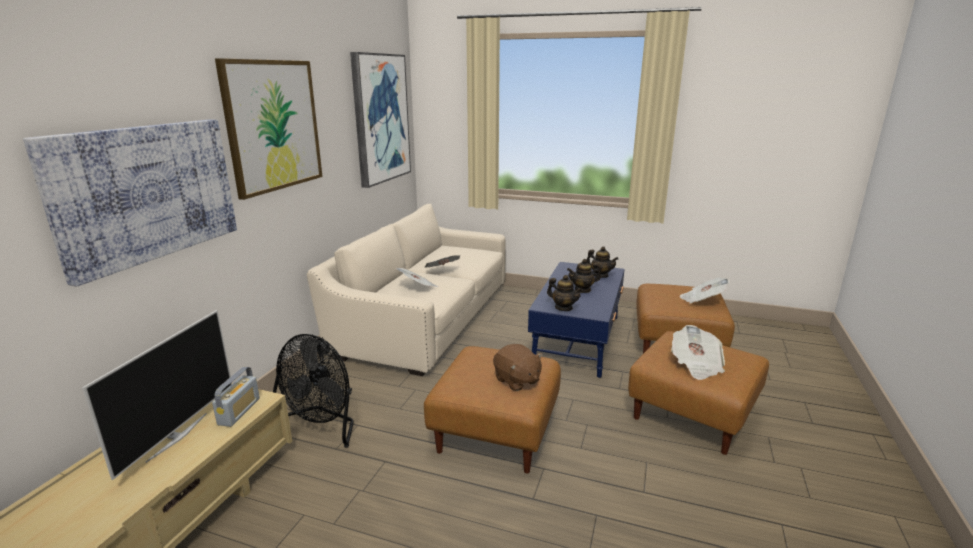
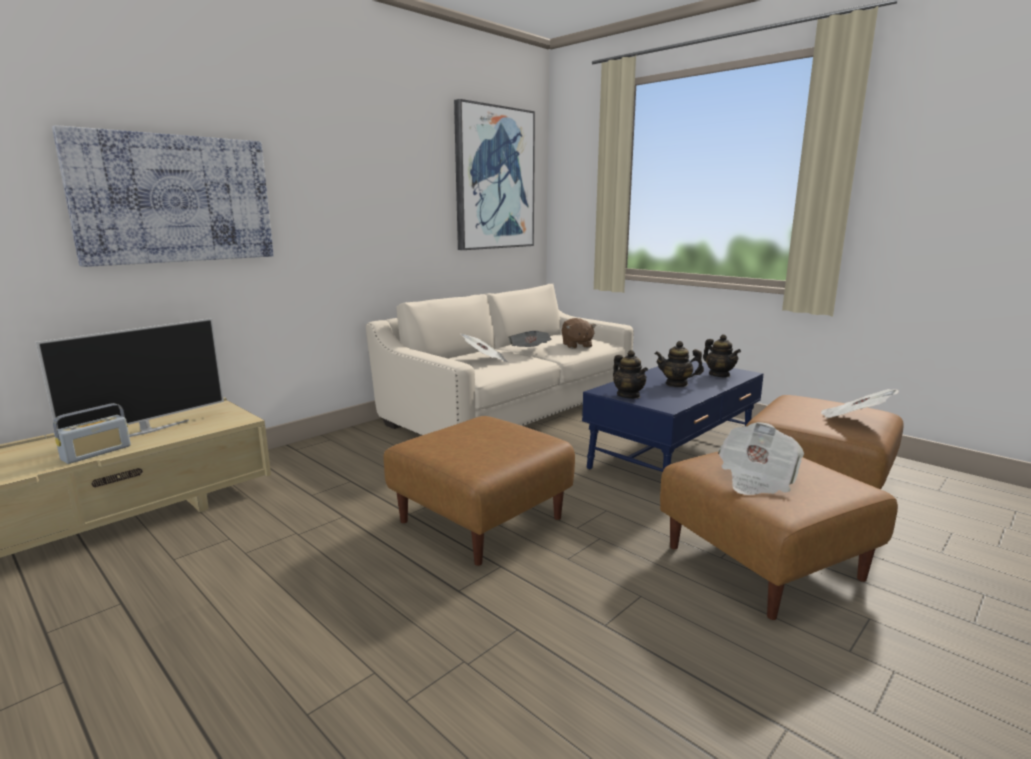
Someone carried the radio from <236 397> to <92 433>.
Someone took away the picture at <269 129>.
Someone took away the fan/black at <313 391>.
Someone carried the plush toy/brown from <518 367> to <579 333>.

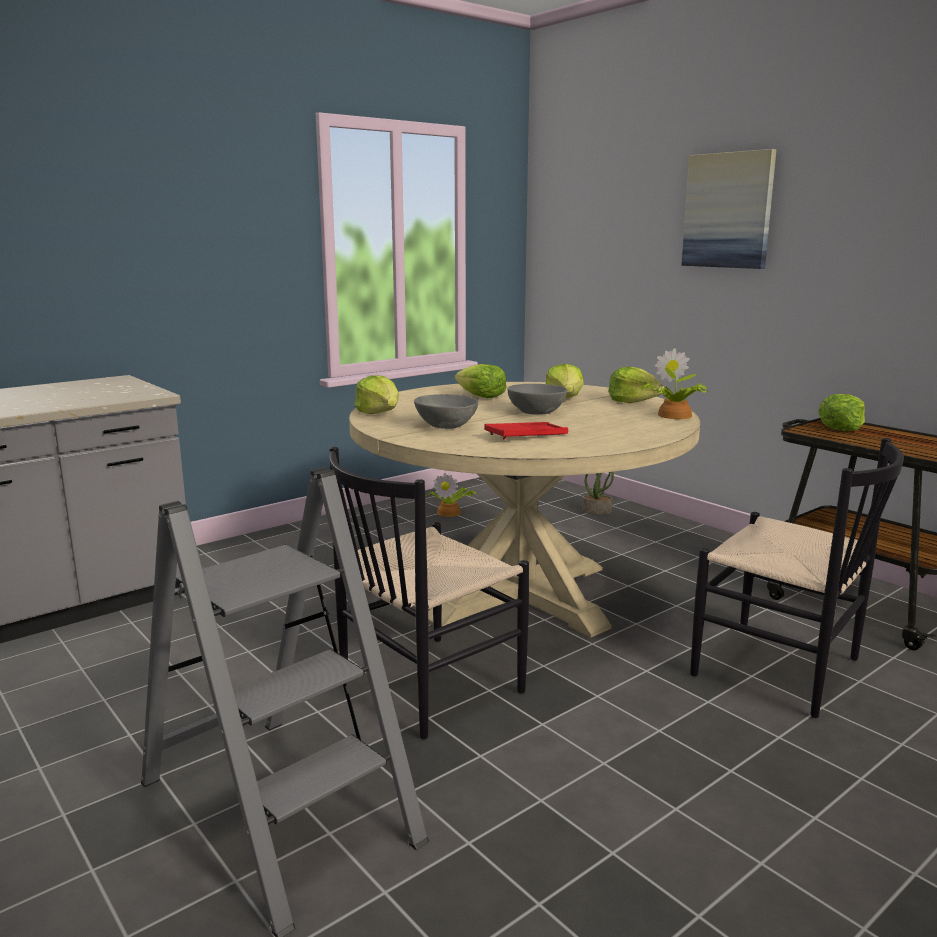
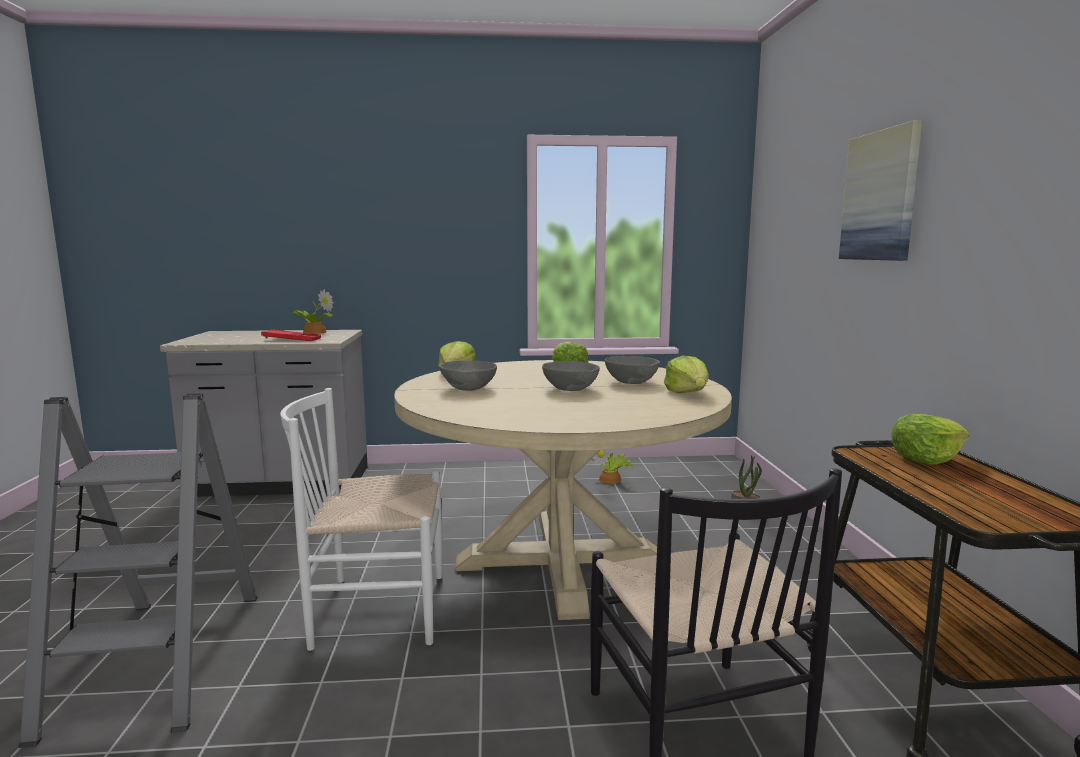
Someone repainted the chair/black at <429 593>, which became the chair/white at <361 519>.
Someone carried the tray/red from <526 431> to <291 335>.
Someone swapped the lettuce at <565 381> for the bowl/grey at <632 370>.
Someone carried the potted plant from <674 383> to <313 311>.

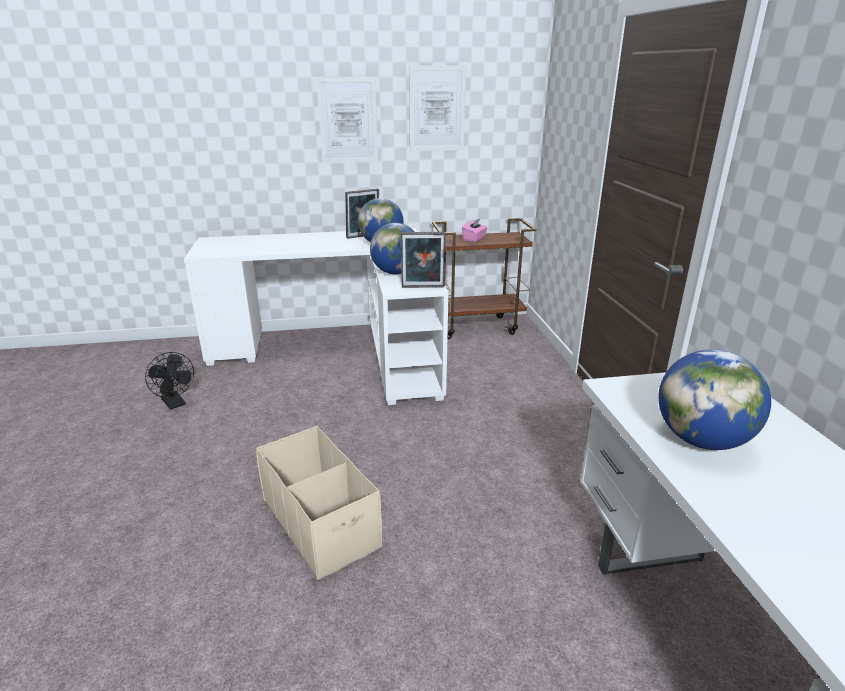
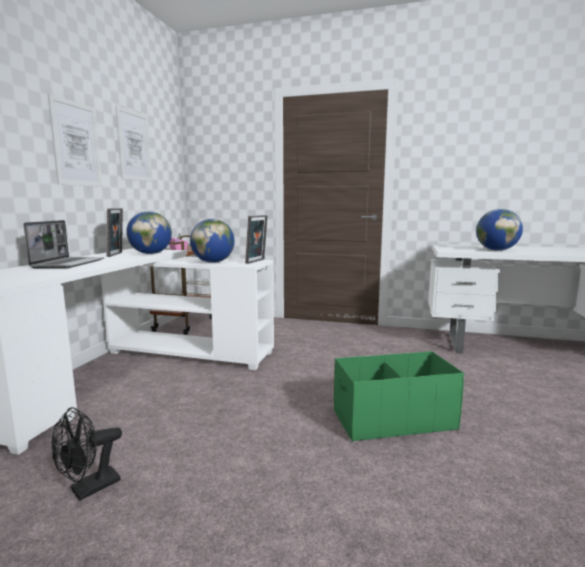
Someone rotated the fan/black at <169 381> by 150 degrees clockwise.
Someone repainted the storage box/beige at <319 503>, which became the storage box/green at <399 396>.
Someone put down the laptop at <63 244>.

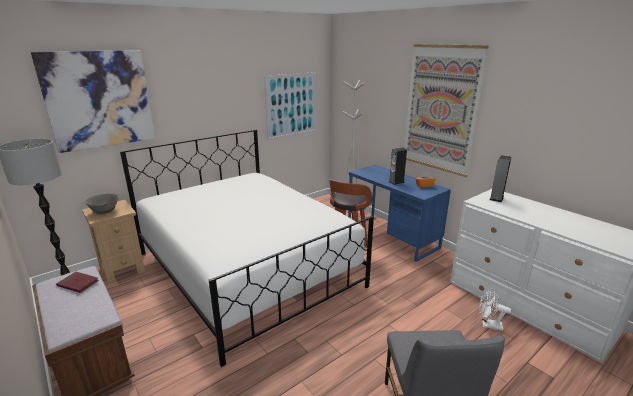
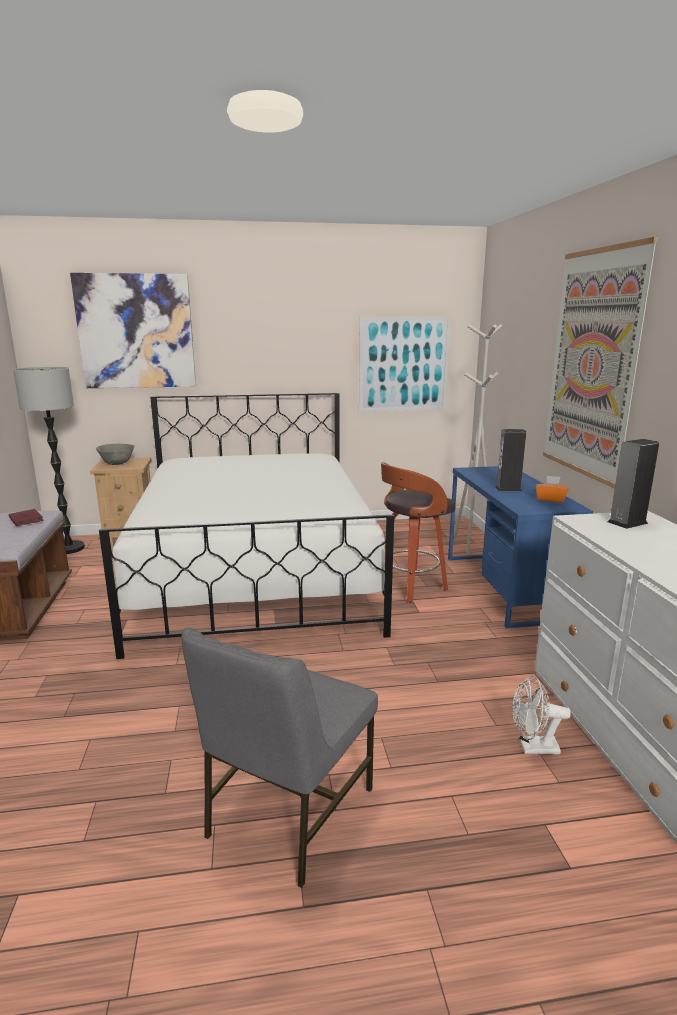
Someone rotated the fan/white at <495 310> by 45 degrees counterclockwise.

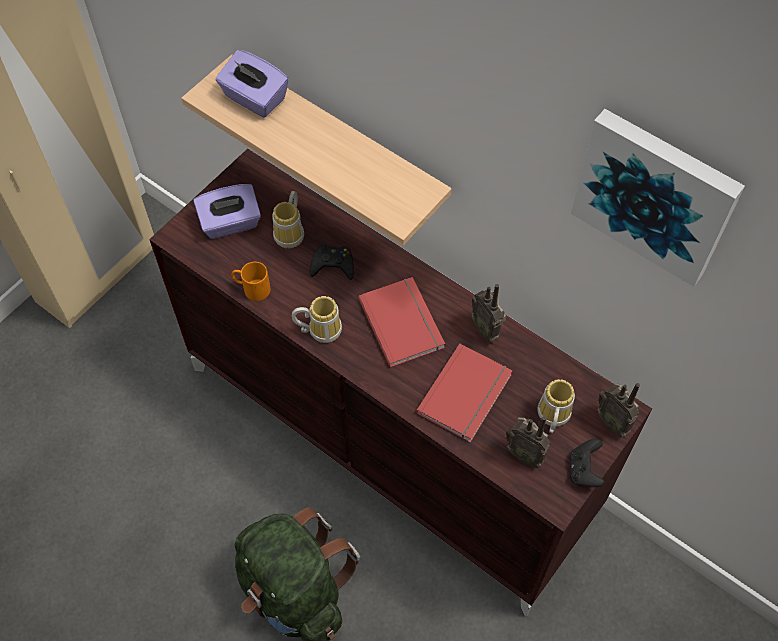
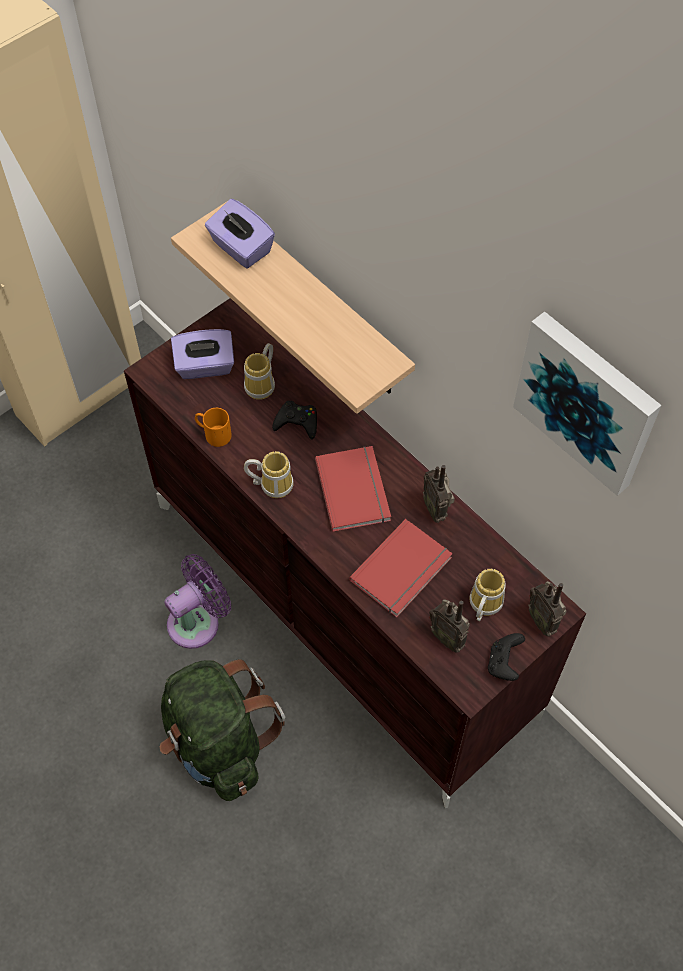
Someone put down the fan/purple at <197 601>.

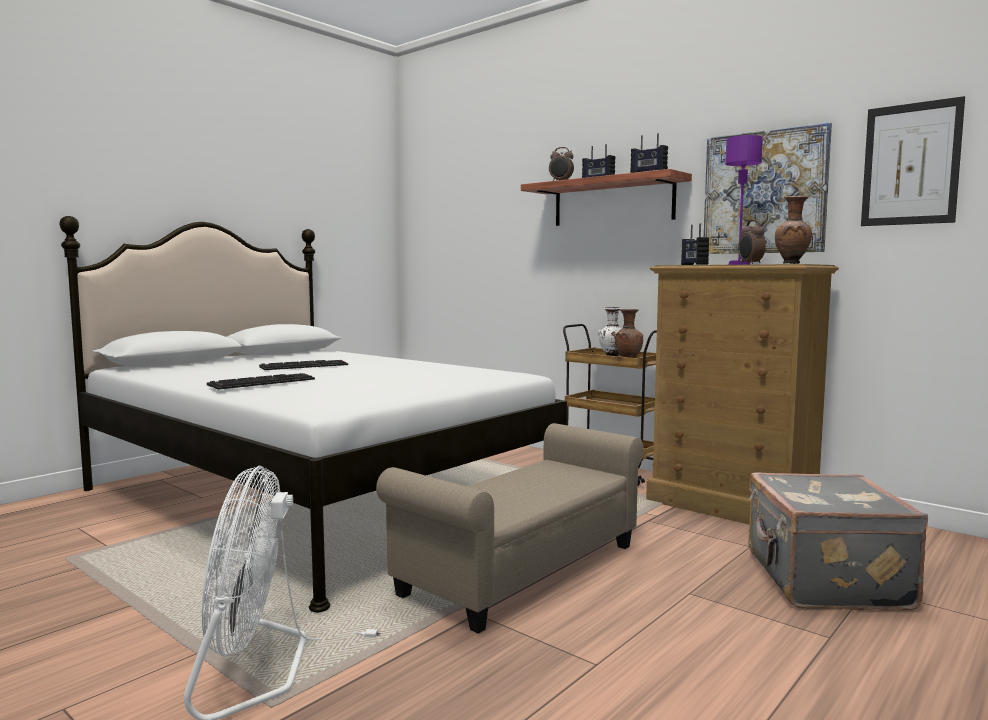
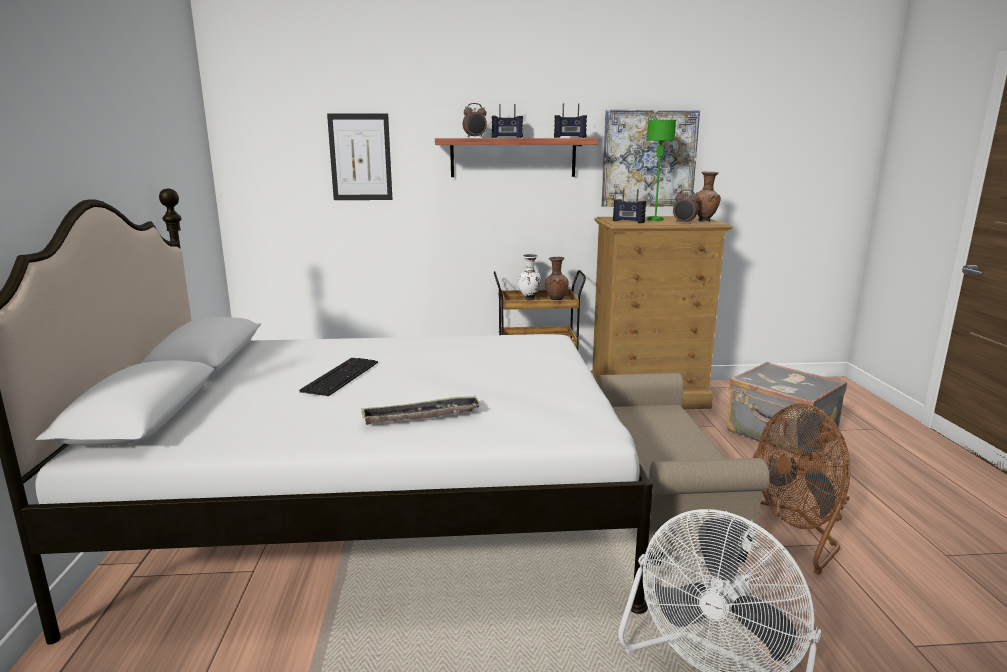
Someone swapped the keyboard at <261 381> for the tray at <421 410>.
Someone repainted the table lamp/purple at <744 200>, which became the table lamp/green at <661 170>.
Someone carried the picture from <913 161> to <360 156>.
Someone put down the fan/brown at <801 489>.

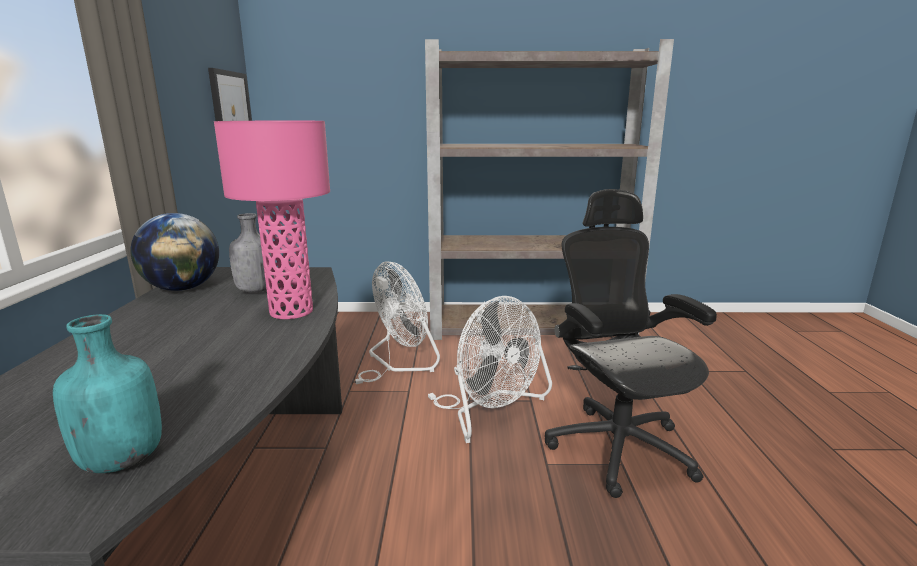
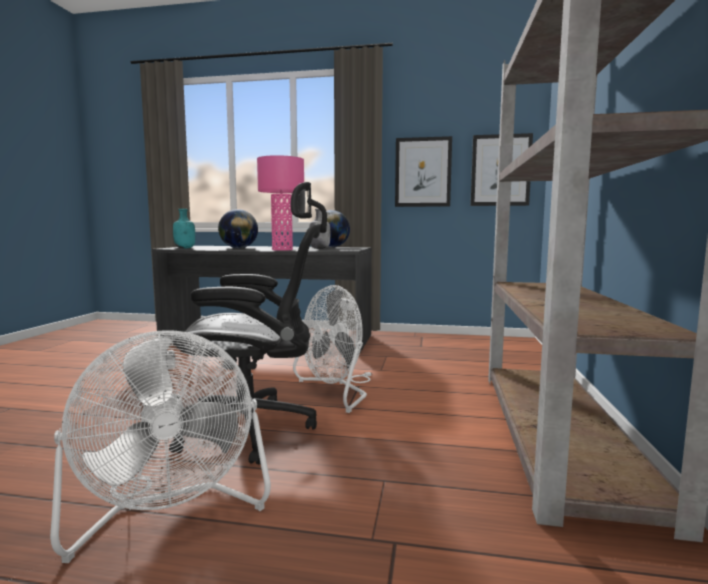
Someone carried the fan/white from <396 322> to <160 446>.
Someone put down the globe at <238 228>.
Someone put up the picture at <423 171>.

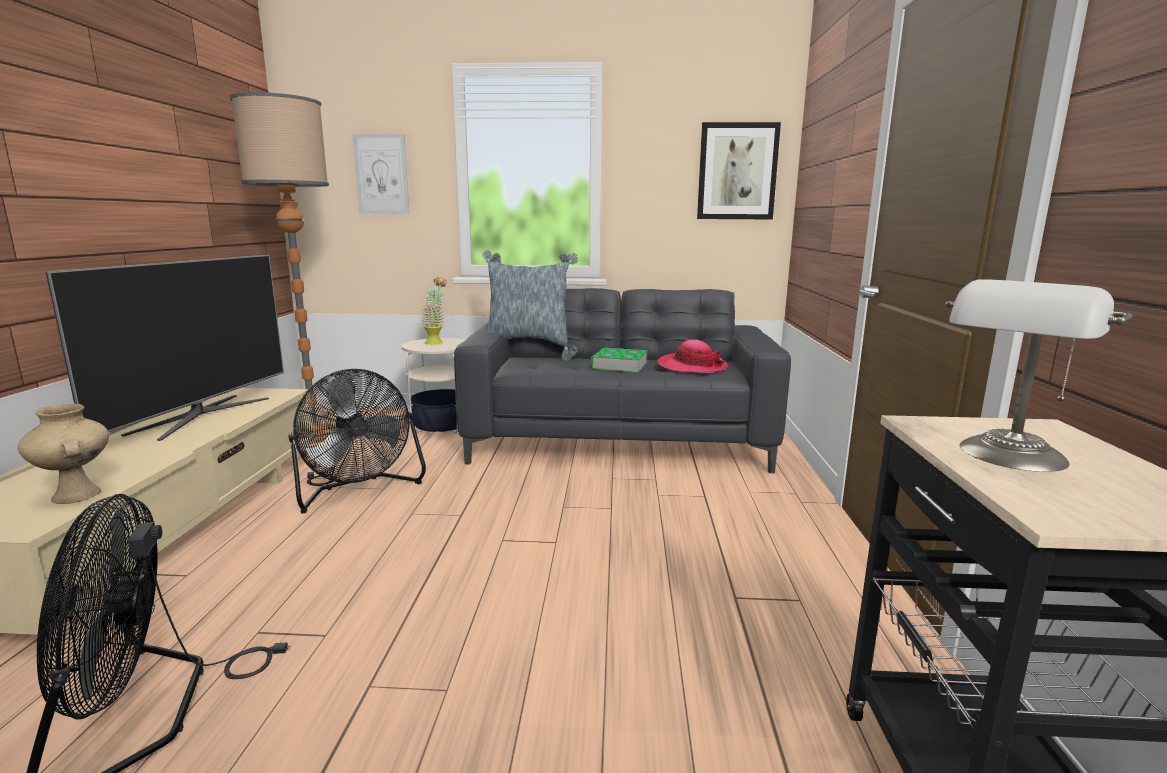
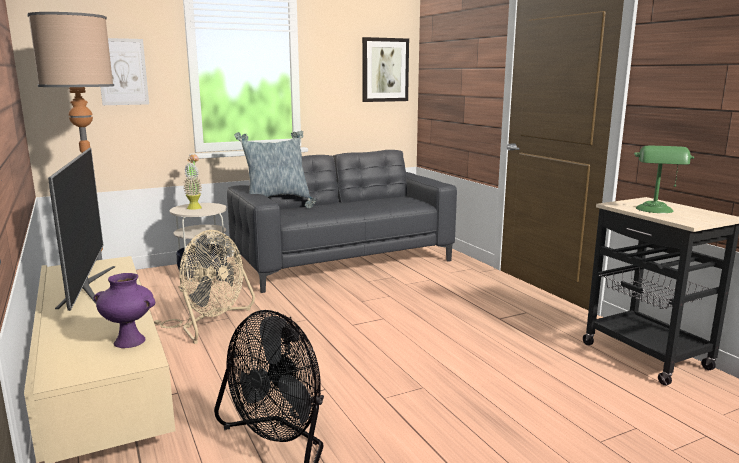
Someone repainted the vase/beige at <63 454>, which became the vase/purple at <124 310>.
Someone repainted the fan/black at <357 441>, which became the fan/beige at <204 287>.
Someone took away the book at <619 360>.
Someone took away the hat at <692 356>.
Someone repainted the table lamp/white at <1039 375>, which became the table lamp/green at <664 179>.

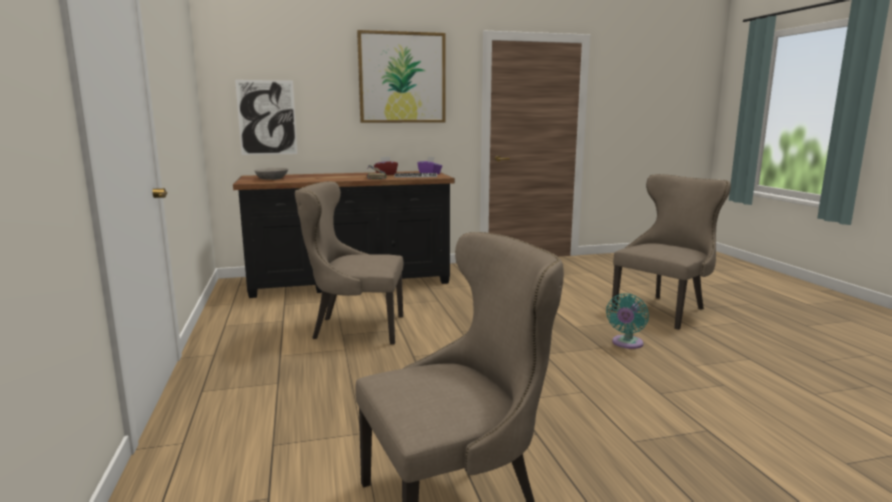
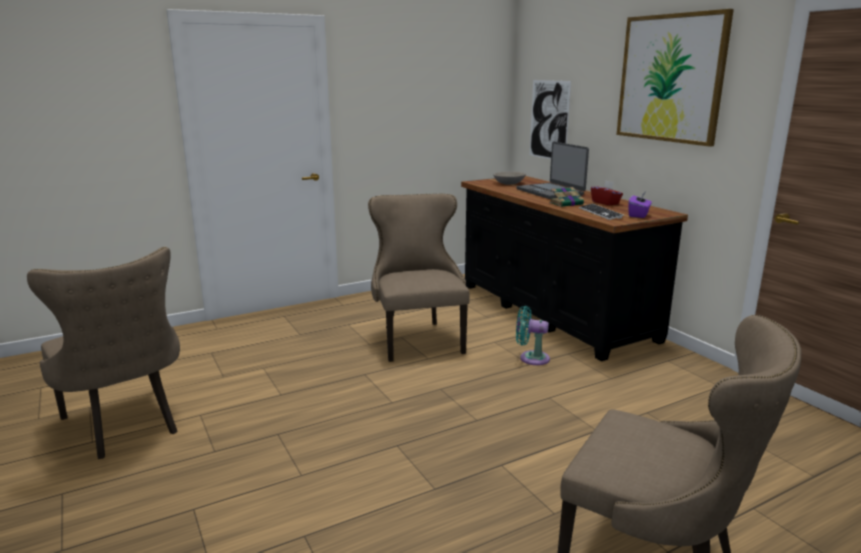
Someone carried the fan/turquoise from <627 321> to <533 335>.
Someone put down the laptop at <552 170>.

